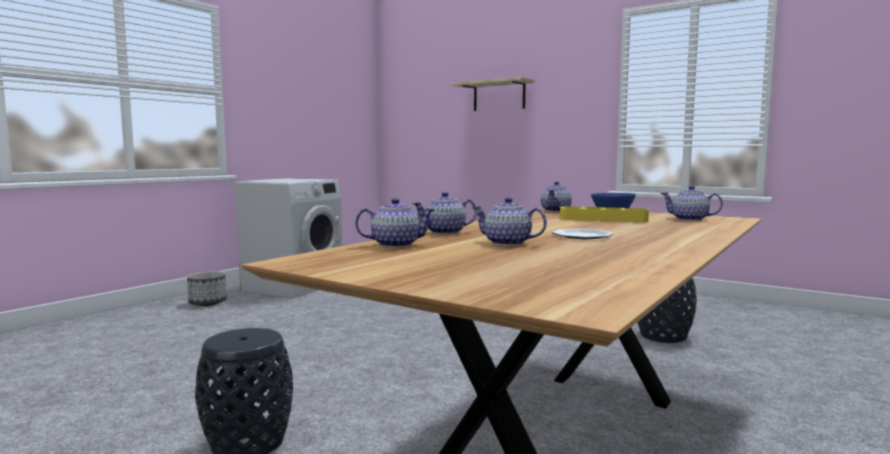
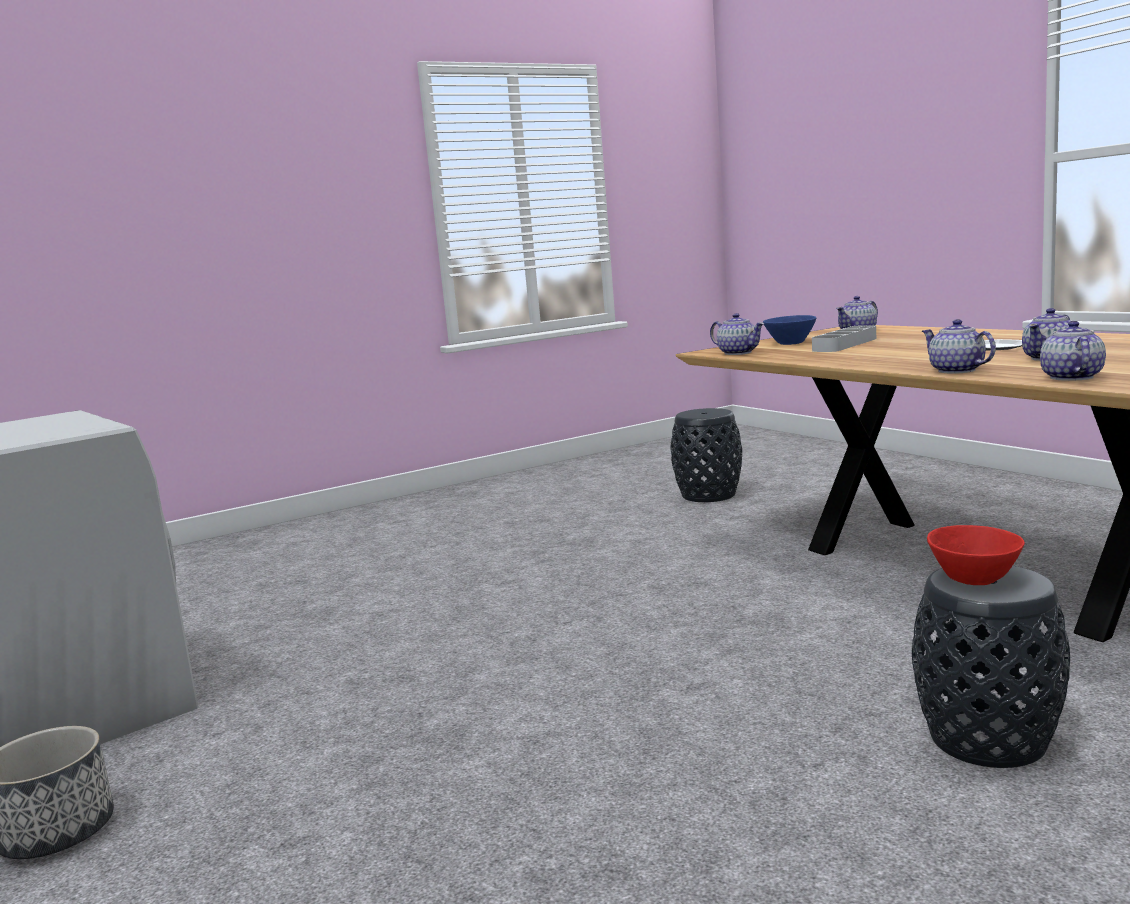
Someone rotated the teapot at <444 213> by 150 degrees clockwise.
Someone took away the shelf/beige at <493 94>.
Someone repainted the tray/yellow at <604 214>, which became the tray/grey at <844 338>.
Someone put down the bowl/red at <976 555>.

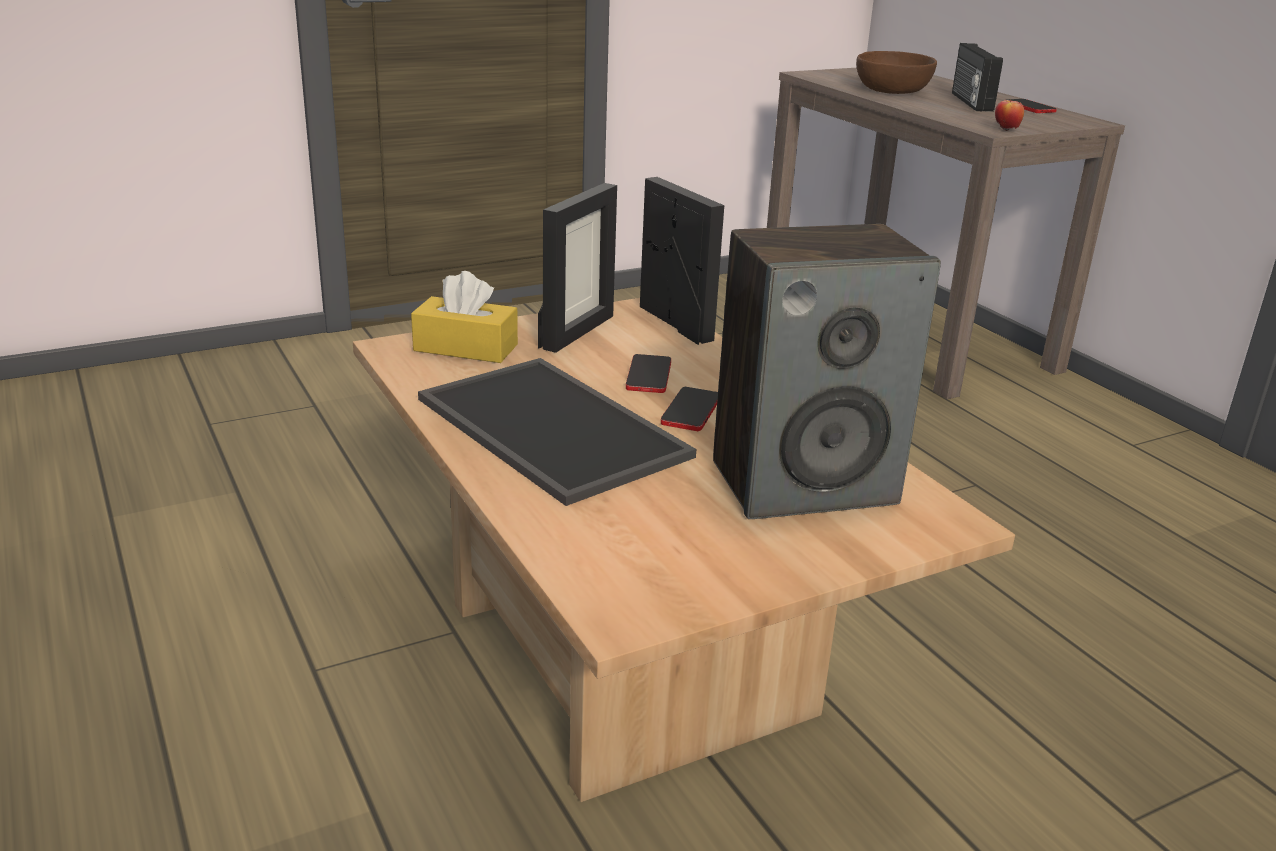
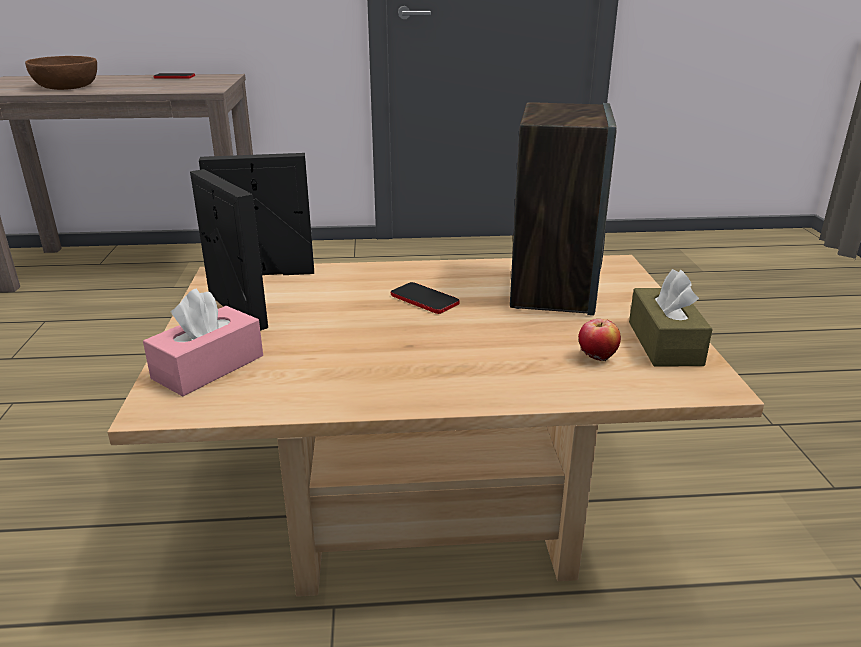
Someone repainted the tissue box/yellow at <464 317>, which became the tissue box/pink at <203 342>.
Someone took away the tray at <557 432>.
Someone took away the phone at <648 373>.
Someone took away the radio at <977 77>.
Someone carried the apple from <1009 115> to <599 340>.
Someone put down the tissue box/brown at <671 317>.

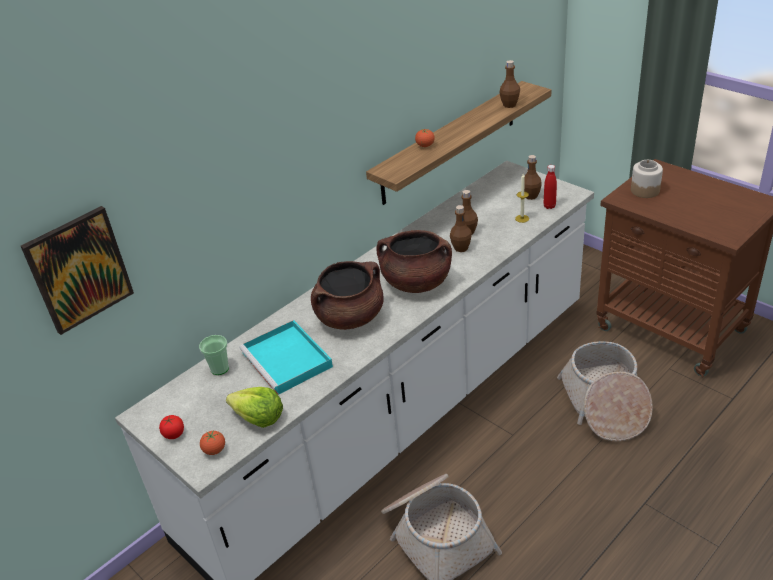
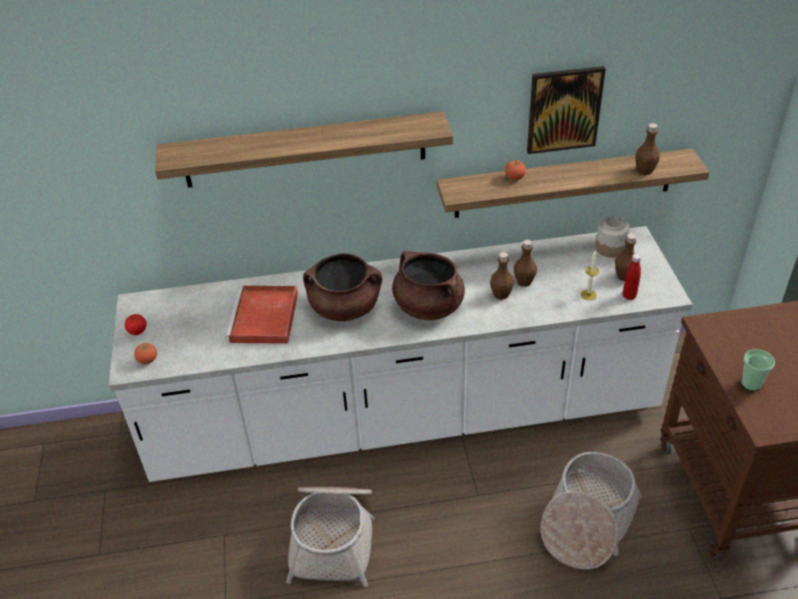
Someone carried the picture from <77 270> to <566 110>.
Someone carried the cup from <214 355> to <758 370>.
Someone took away the lettuce at <254 407>.
Someone repainted the tray/turquoise at <286 357>, which became the tray/red at <262 314>.
Someone carried the jar from <647 179> to <612 236>.
Someone put up the shelf at <304 150>.

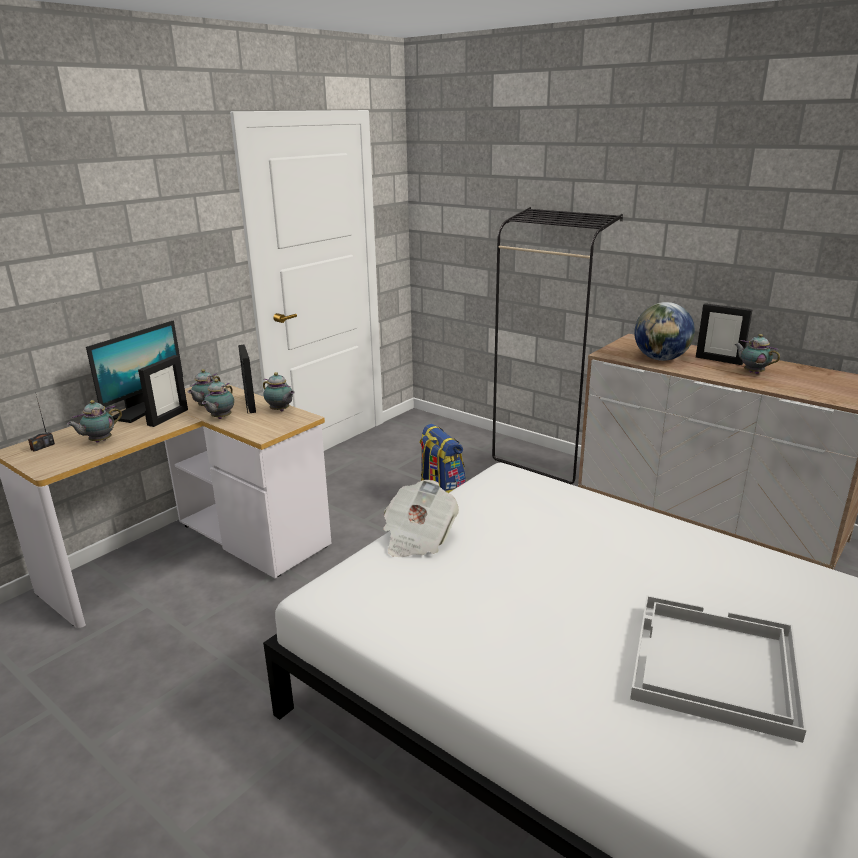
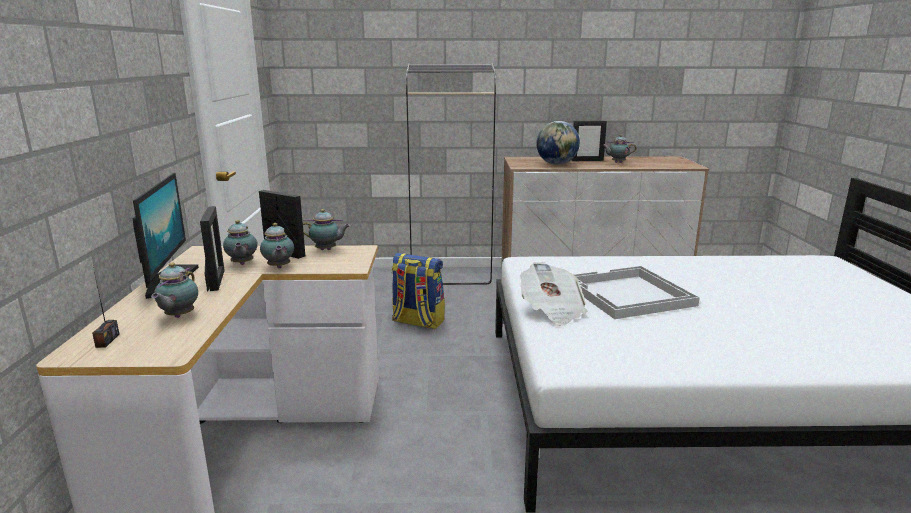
Someone carried the tray/white from <718 669> to <636 292>.

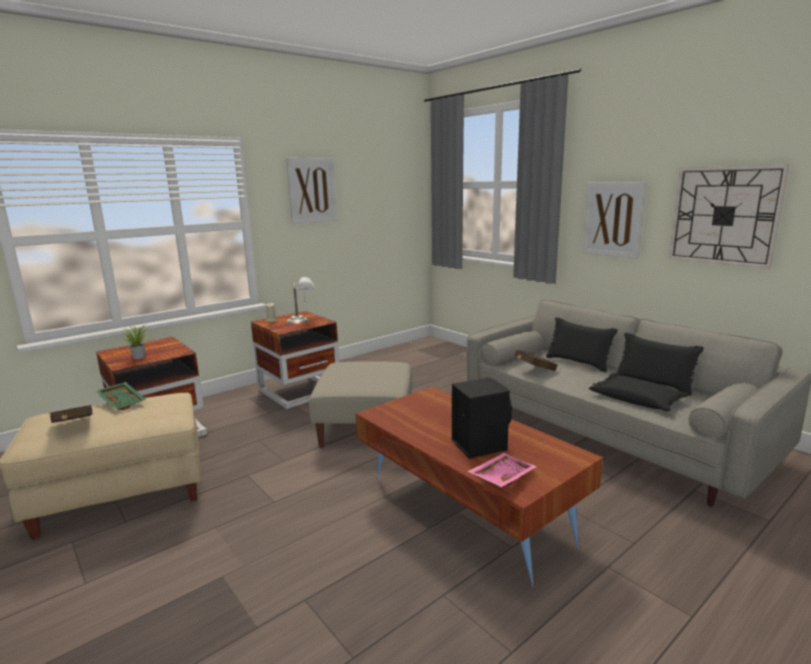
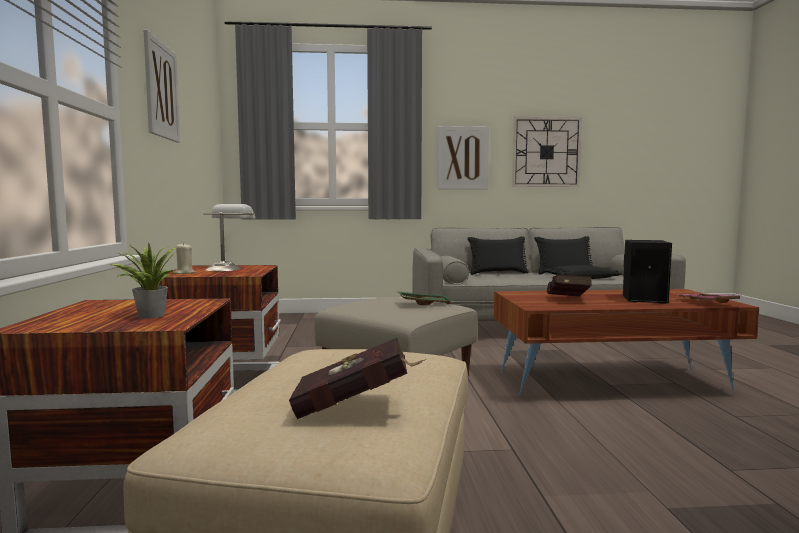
Someone carried the tray/green from <121 396> to <425 298>.
Someone carried the book/red from <536 360> to <569 286>.

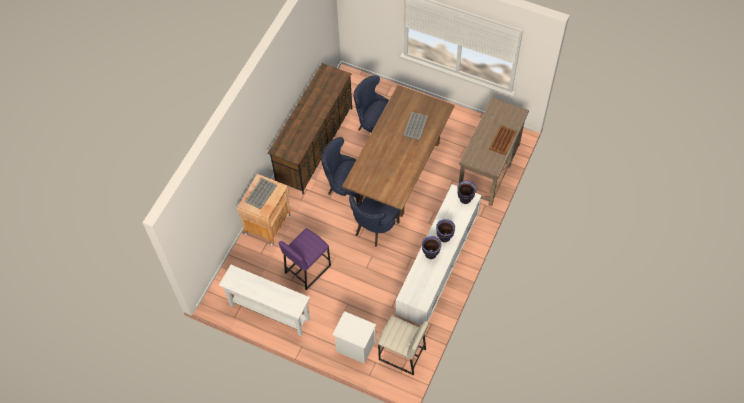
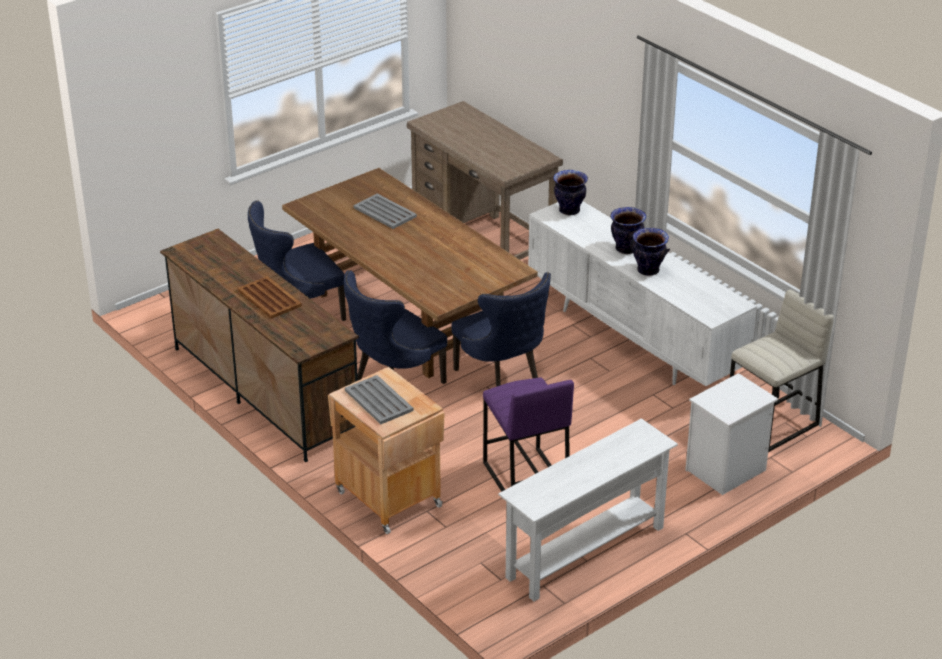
Someone carried the tray/brown from <503 140> to <269 297>.

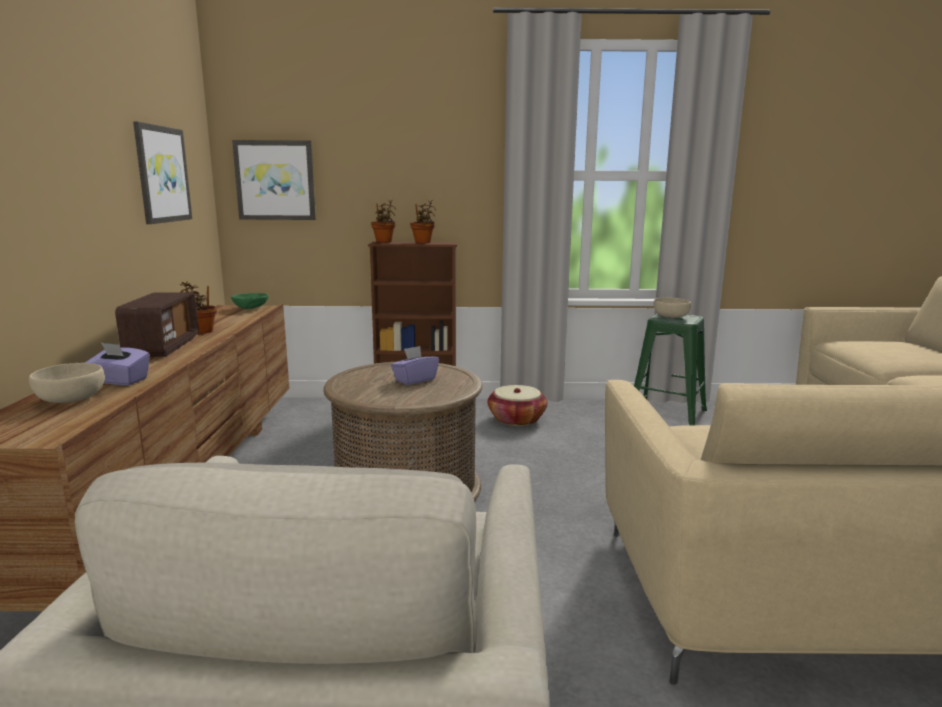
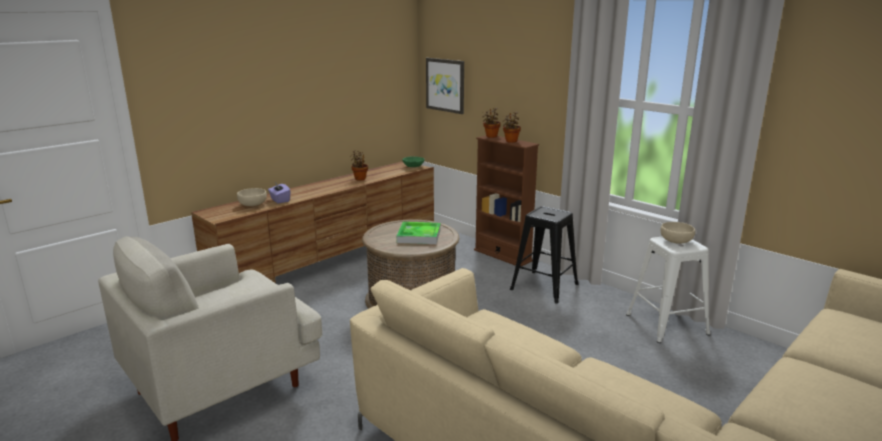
Someone took away the radio at <157 324>.
Someone took away the picture at <162 173>.
Someone swapped the tissue box/purple at <415 365> for the tray at <419 233>.
Someone swapped the basket at <517 405> for the stool/black at <544 255>.
Someone repainted the stool/green at <670 369>, which became the stool/white at <668 290>.

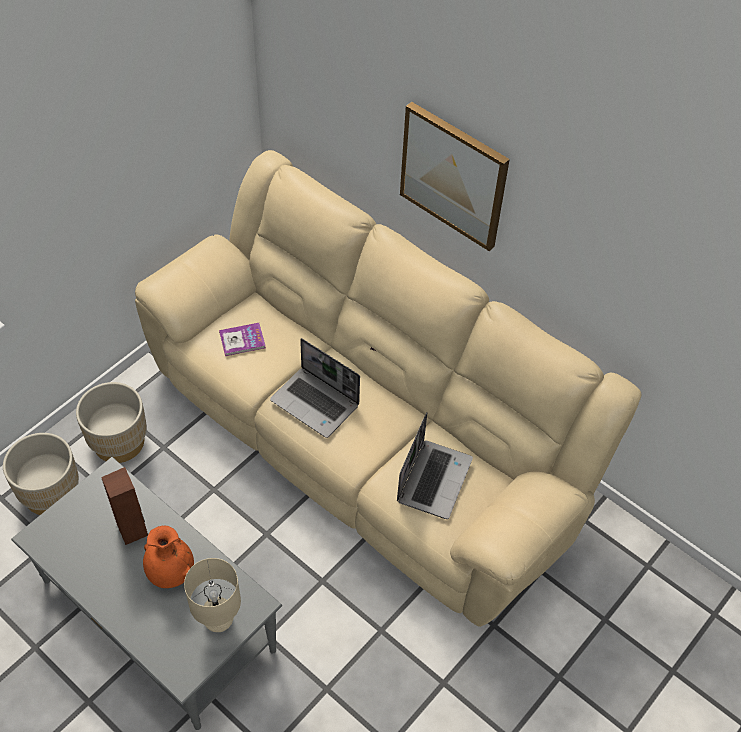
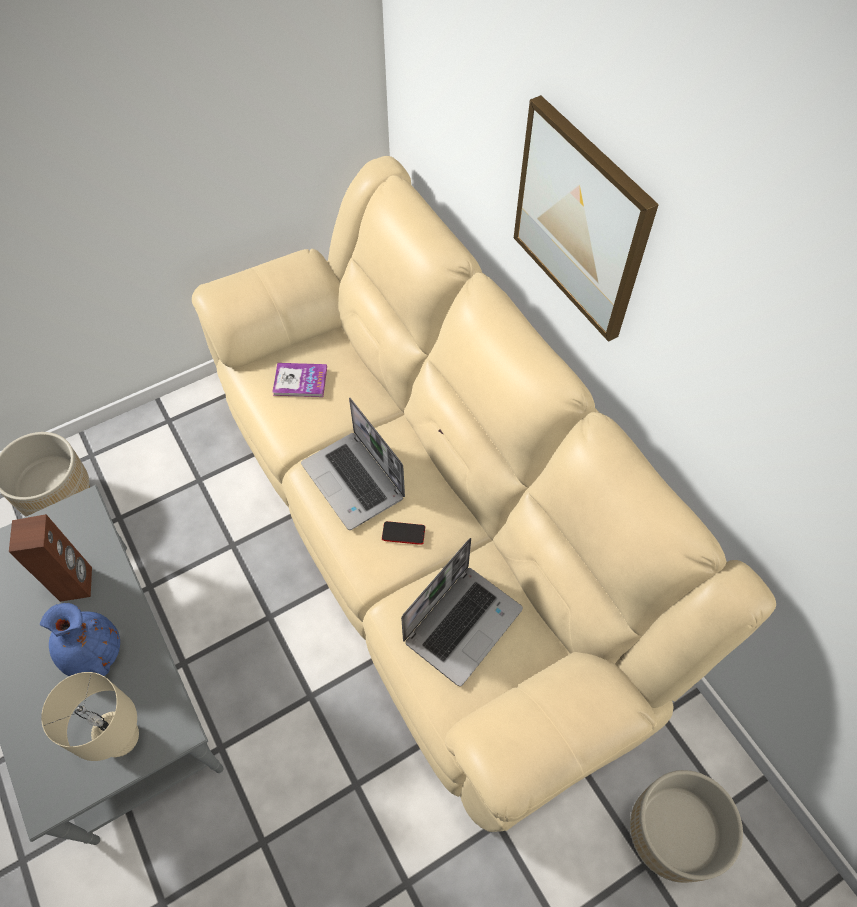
Someone carried the planter/beige from <111 422> to <686 826>.
Someone repainted the vase/orange at <168 557>, which became the vase/blue at <80 639>.
Someone put down the phone at <403 533>.

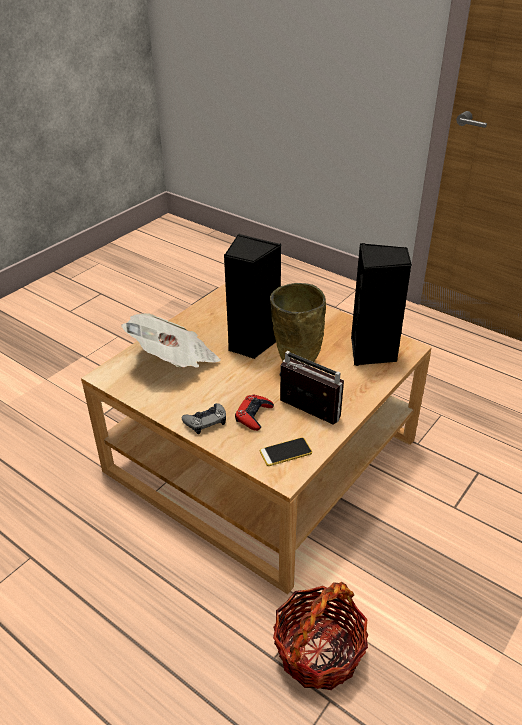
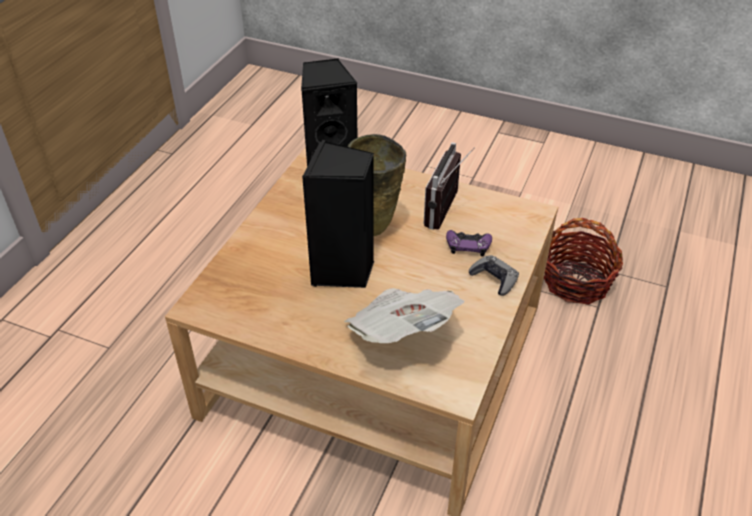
Someone repainted the game controller/red at <254 412>, which became the game controller/purple at <469 243>.
Someone took away the phone at <285 451>.

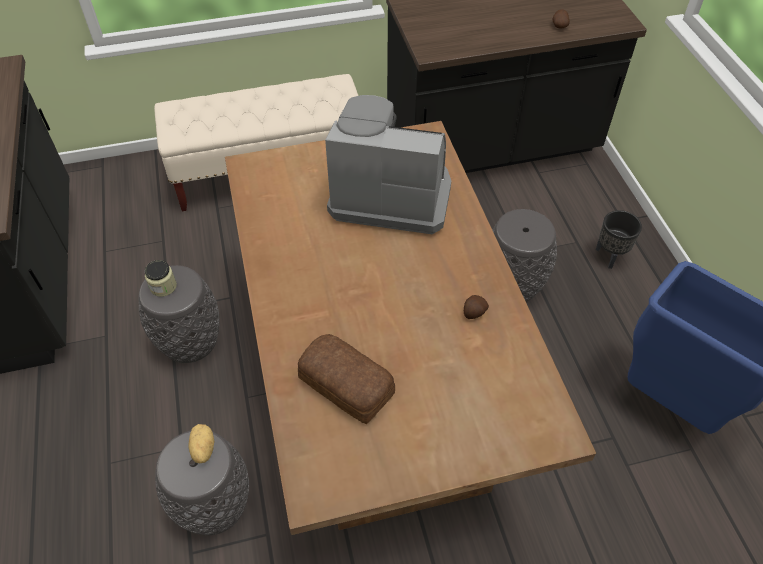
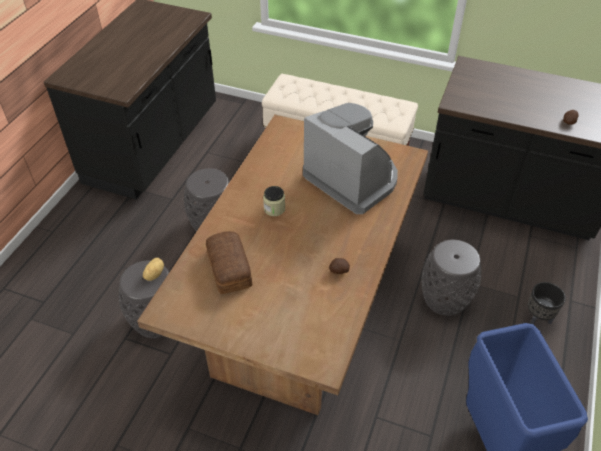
Someone carried the jar from <161 278> to <274 201>.

